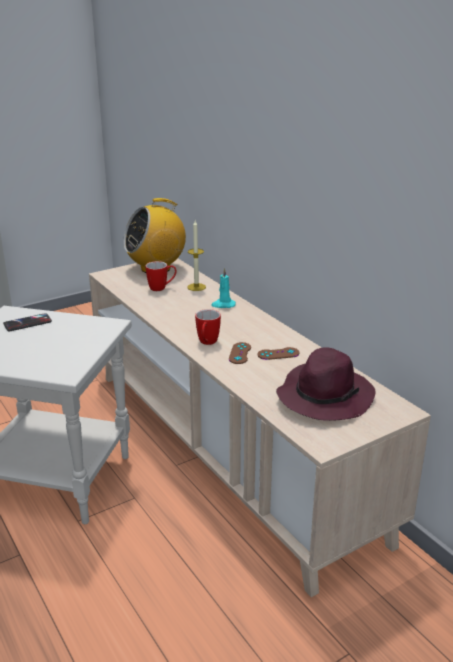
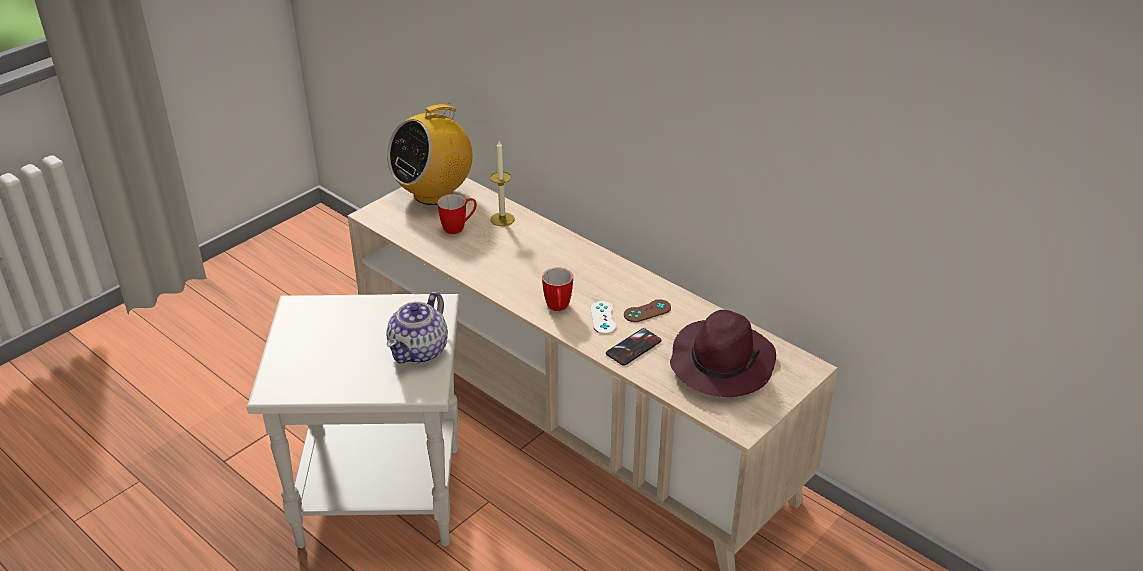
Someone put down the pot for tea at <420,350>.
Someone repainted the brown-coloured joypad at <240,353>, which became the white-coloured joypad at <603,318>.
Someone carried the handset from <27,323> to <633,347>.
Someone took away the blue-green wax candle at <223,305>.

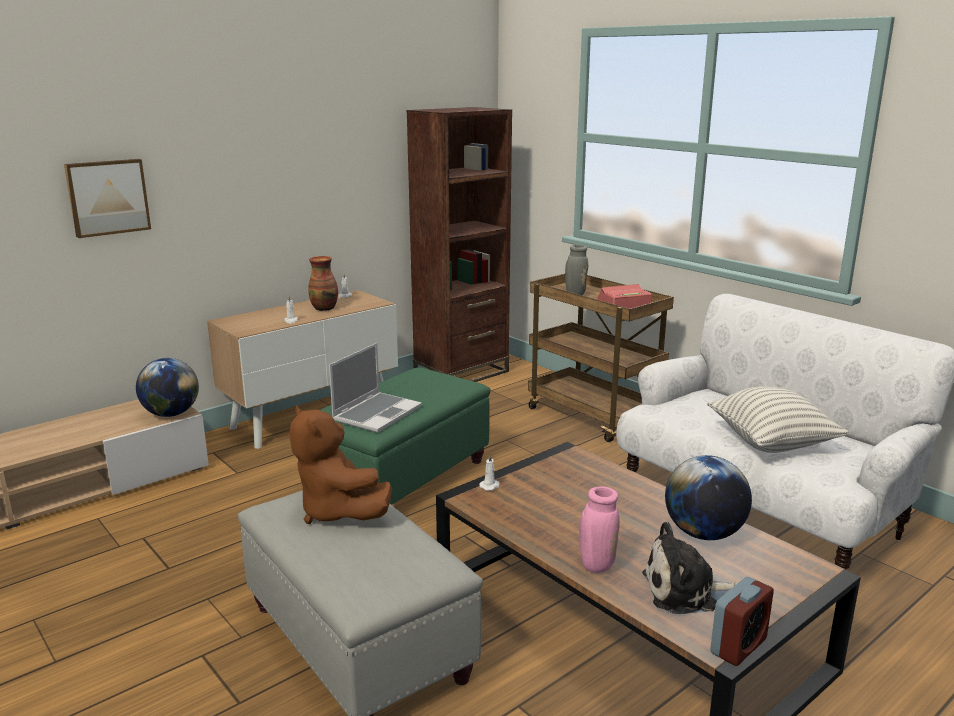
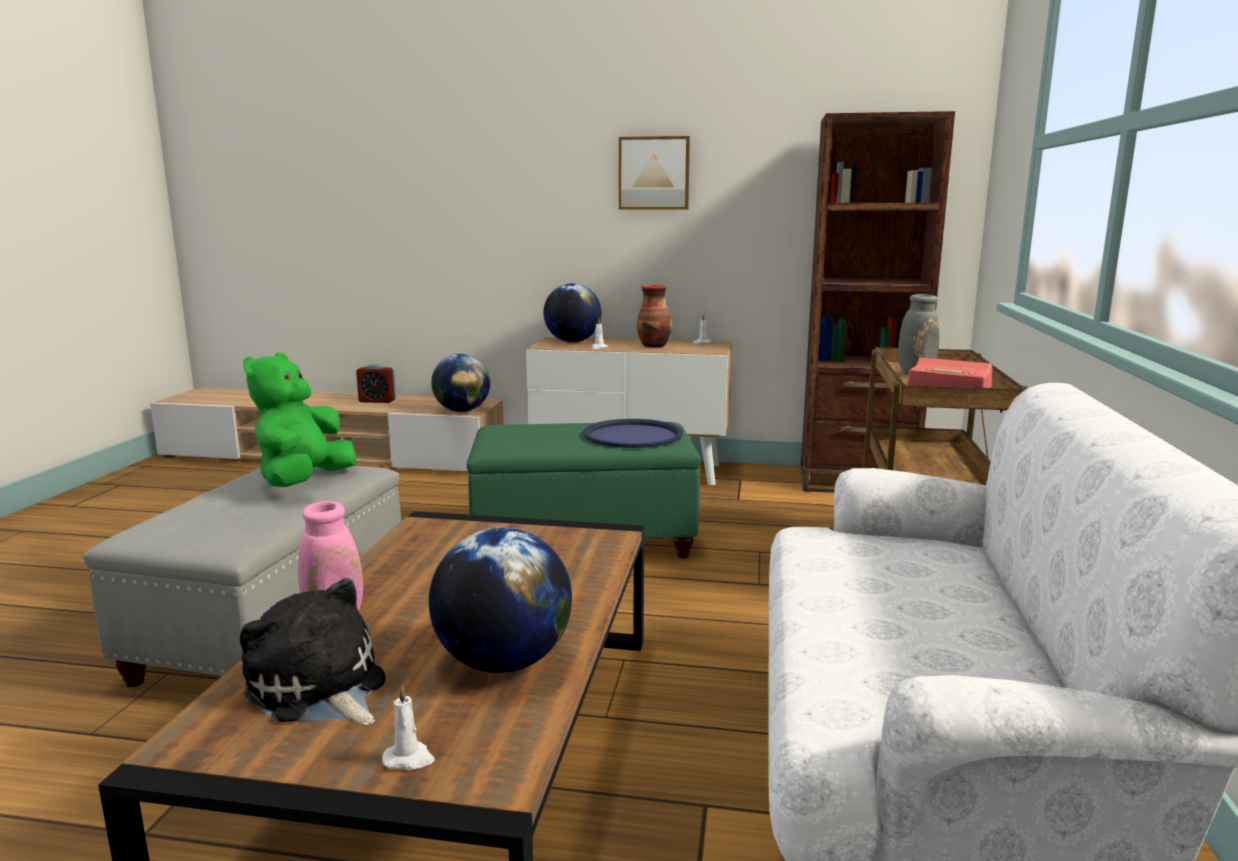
Someone repainted the brown-coloured soft toy at <338,512>, which became the green soft toy at <304,482>.
Someone carried the alarm clock from <738,646> to <377,401>.
Someone carried the white-coloured wax candle from <490,486> to <409,759>.
Someone put down the world globe at <573,342>.
Someone put down the bluish carrying tray at <633,435>.
Someone carried the wall picture from <107,197> to <654,173>.
Someone took away the notebook computer at <377,413>.
Someone took away the cushion at <771,443>.

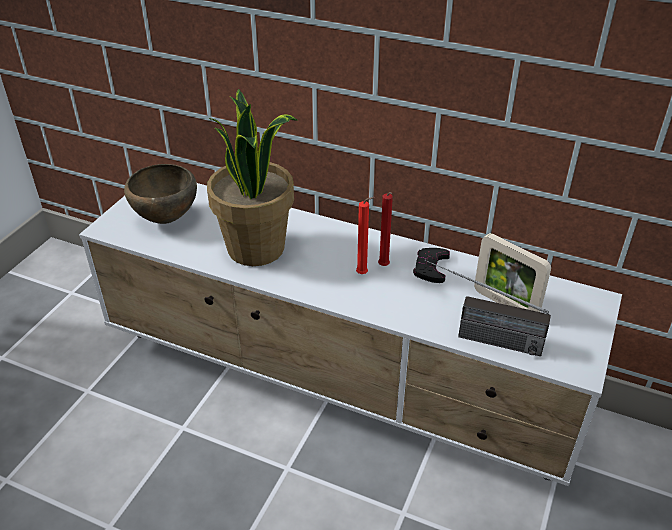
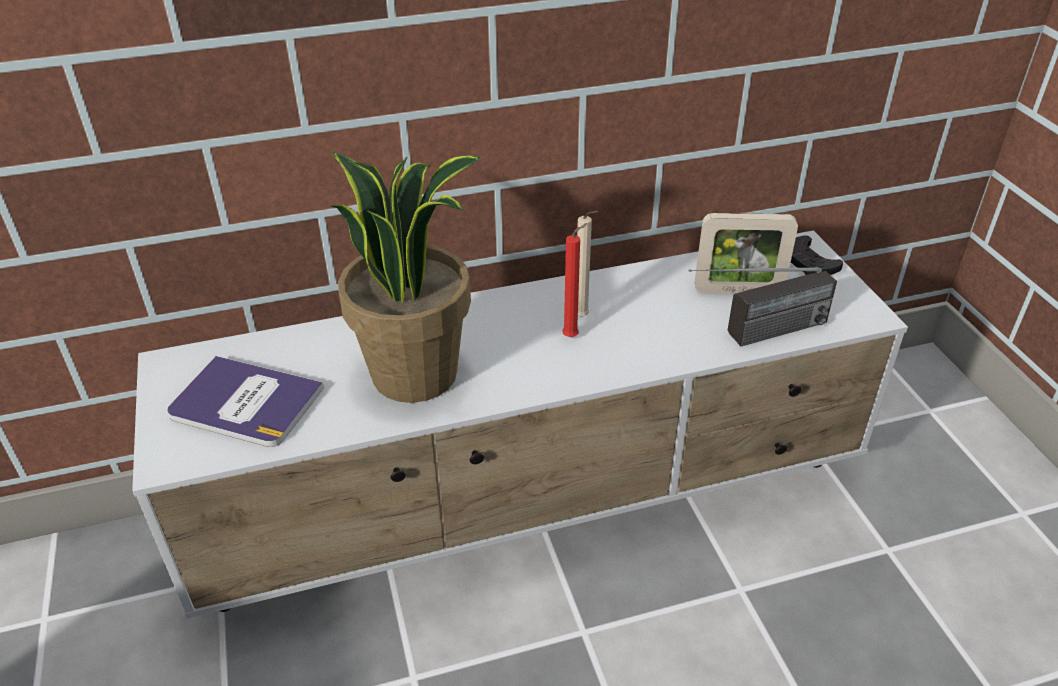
Someone swapped the brown-coloured deep dish at <166,219> for the book at <245,403>.
Someone repainted the red wax candle at <384,267>, which became the beige-coloured wax candle at <583,317>.
Someone carried the blackish joypad from <430,268> to <808,262>.

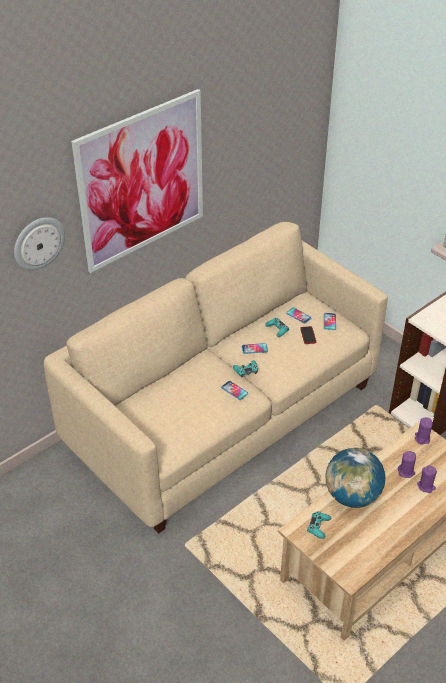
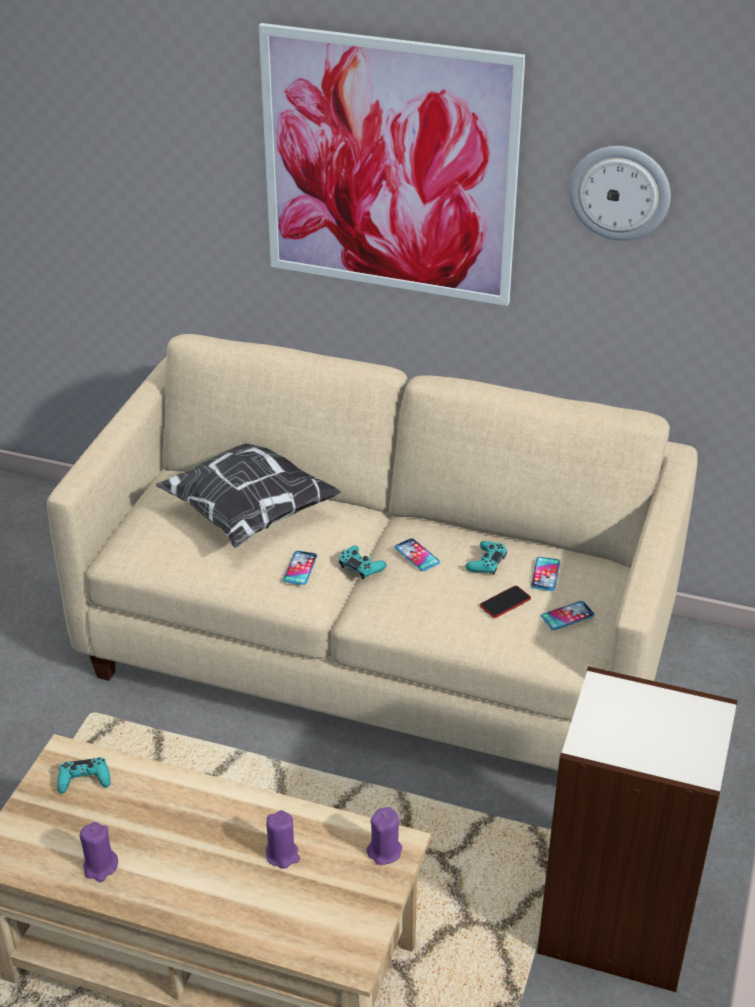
Someone carried the purplish wax candle from <426,486> to <100,867>.
Someone put down the cushion at <250,511>.
Someone carried the hanging clock from <38,243> to <619,192>.
Someone took away the world globe at <352,496>.

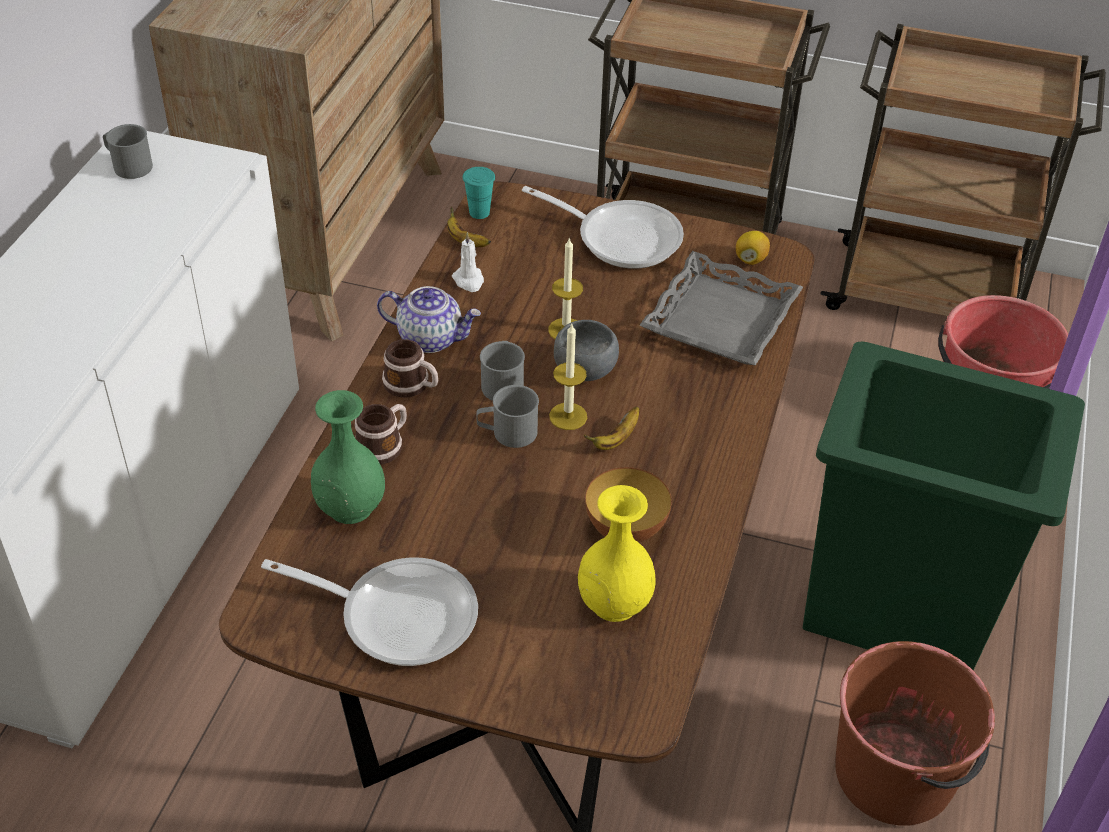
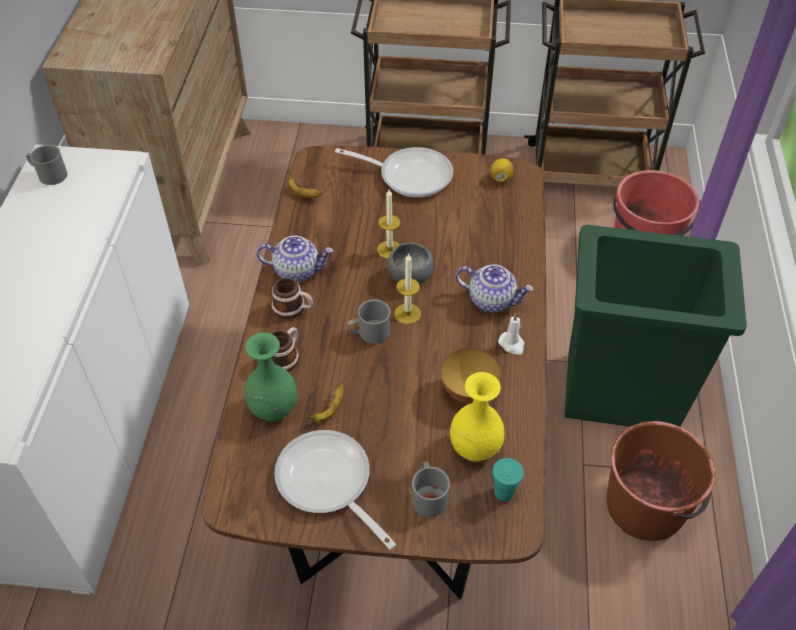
Someone rotated the frying pan at <398,615> by 135 degrees counterclockwise.
Someone carried the banana fruit from <616,439> to <329,411>.
Someone carried the greyish mug from <503,383> to <428,495>.
Someone put down the pot for tea at <492,300>.
Someone carried the blue-green cup from <479,212> to <504,493>.
Someone carried the white-coloured wax candle from <469,281> to <512,344>.
Someone took away the greyish carrying tray at <721,319>.

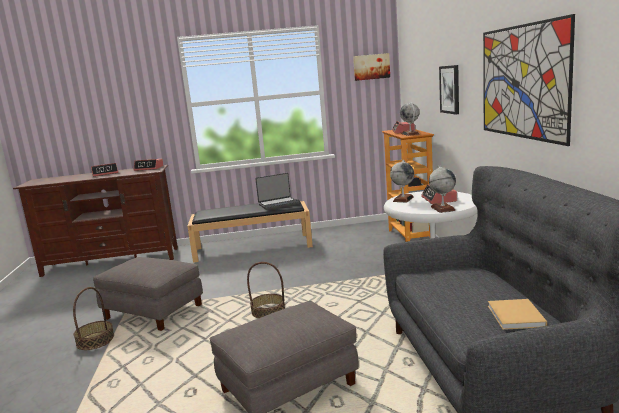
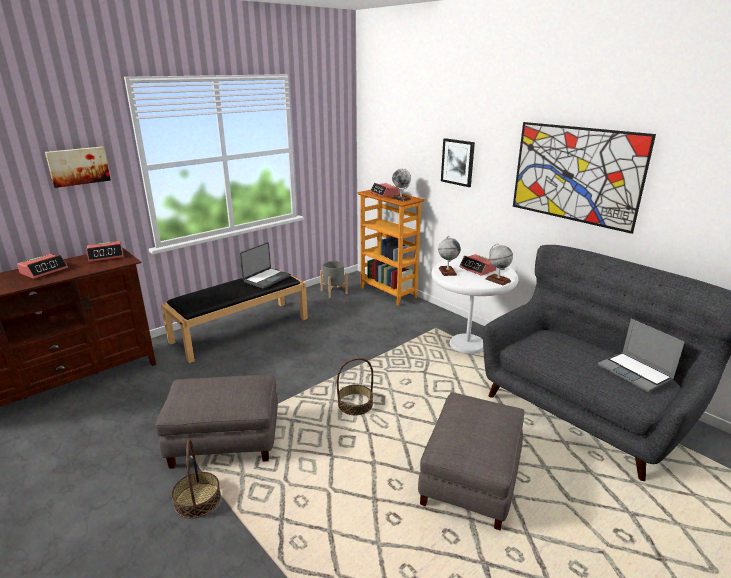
Someone carried the wall picture from <371,67> to <78,166>.
Someone put down the greyish planter at <334,292>.
Someone swapped the beige-coloured book at <516,317> for the notebook computer at <636,373>.

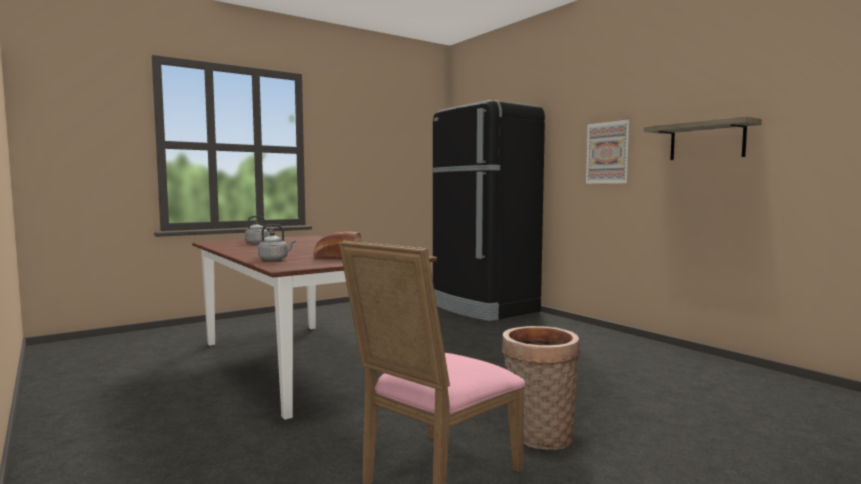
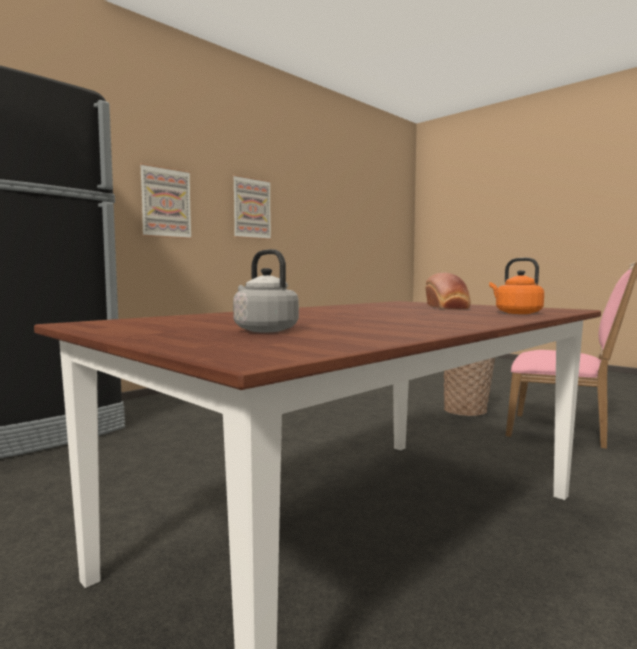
Someone swapped the bracket shelf at <706,141> for the wall picture at <251,208>.
Someone repainted the greyish water kettle at <275,259>, which became the orangey water kettle at <516,313>.

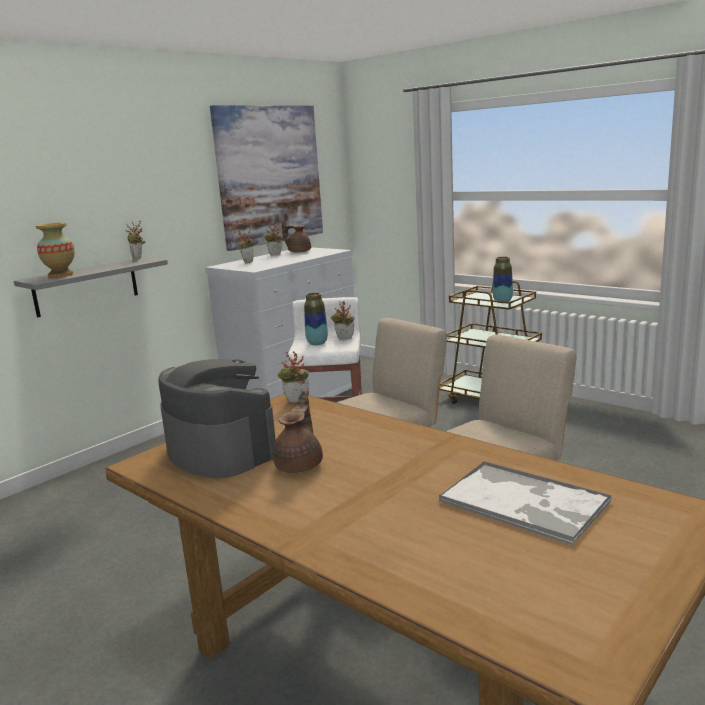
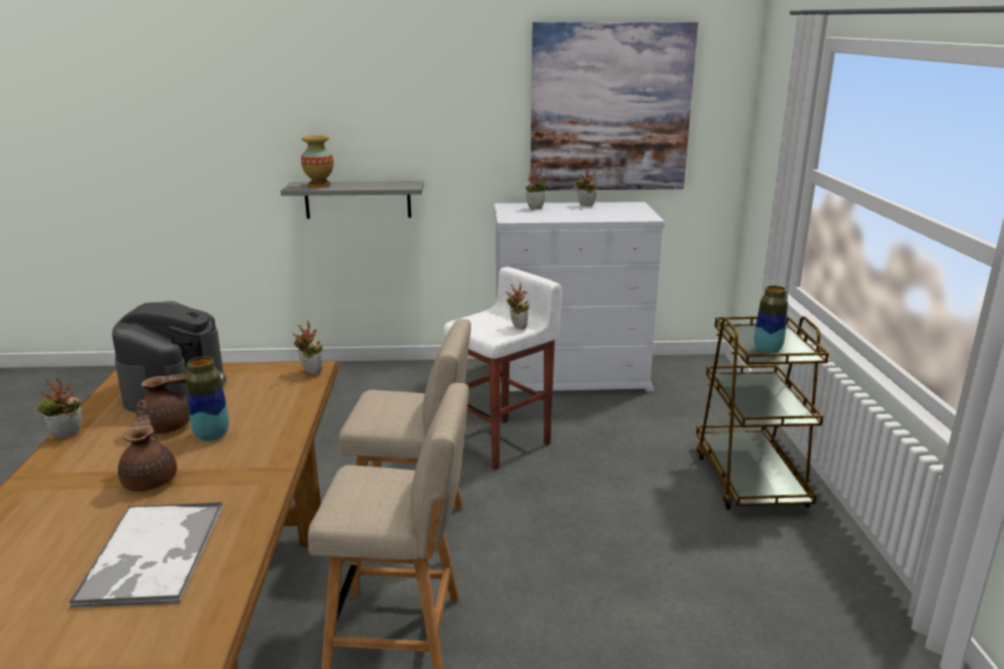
Someone carried the potted plant from <138,259> to <67,437>.
Someone carried the brown-coloured pot for tea from <298,251> to <151,479>.
Someone carried the decorative vase from <317,343> to <212,435>.

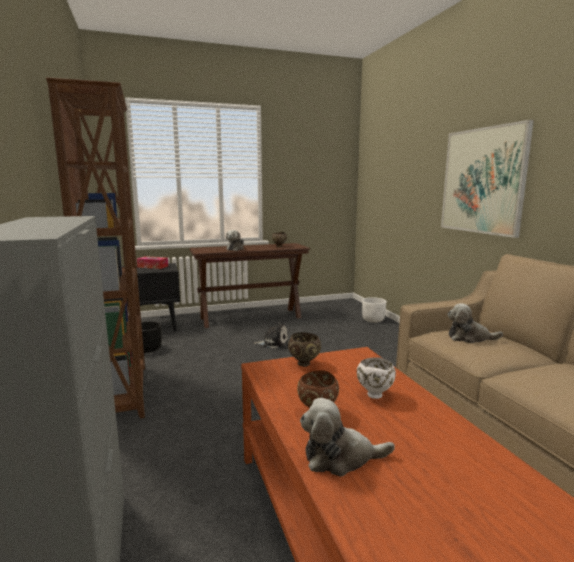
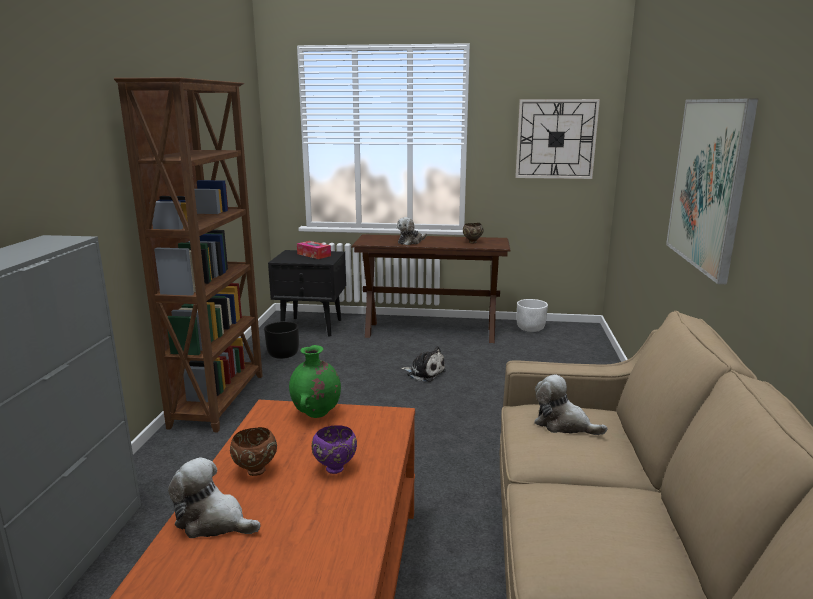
Someone swapped the brown-coloured deep dish at <305,364> for the green decorative vase at <316,414>.
Someone repainted the white-coloured deep dish at <374,394>, which became the purplish deep dish at <335,468>.
Someone put up the hanging clock at <556,139>.
Someone carried the white-coloured planter from <373,320> to <530,328>.

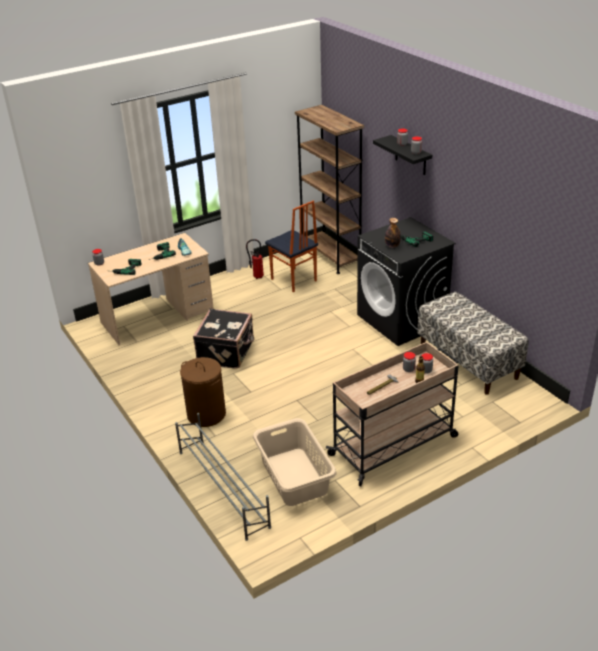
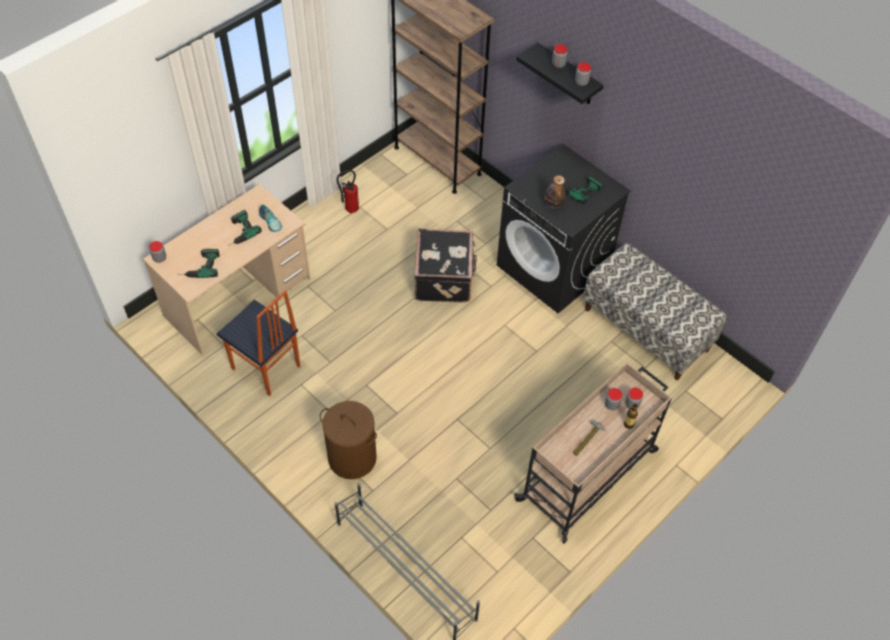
Someone carried the chair from <293,280> to <266,368>.
Someone carried the blackish piece of luggage from <227,352> to <445,279>.
Someone took away the beige-coloured washing basket at <295,476>.

